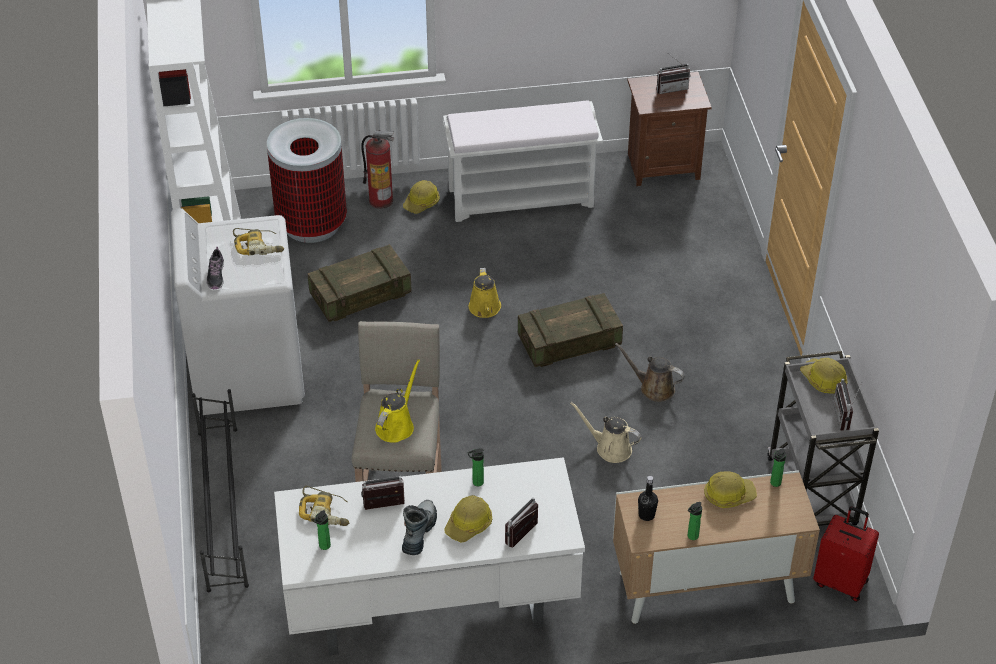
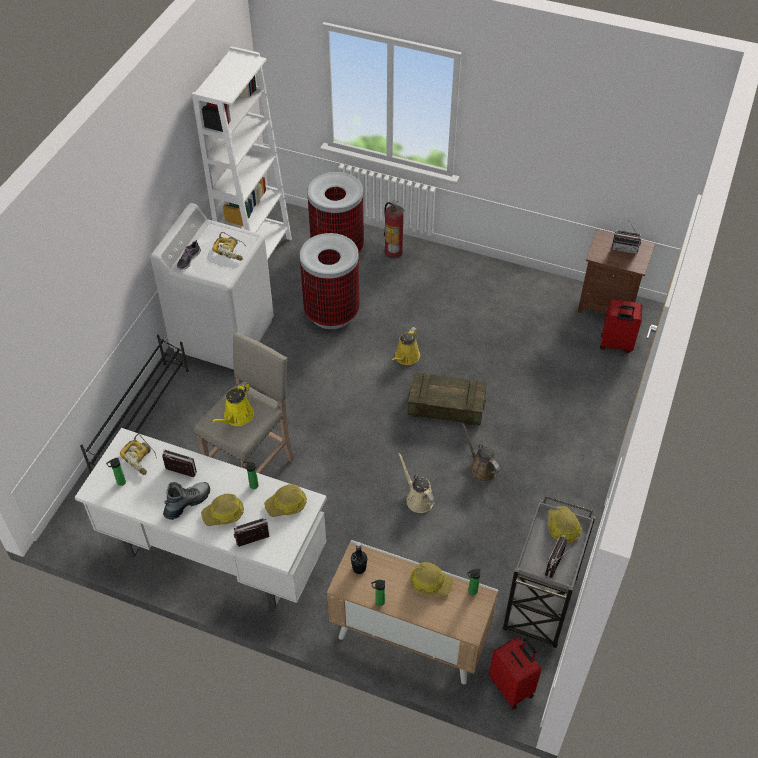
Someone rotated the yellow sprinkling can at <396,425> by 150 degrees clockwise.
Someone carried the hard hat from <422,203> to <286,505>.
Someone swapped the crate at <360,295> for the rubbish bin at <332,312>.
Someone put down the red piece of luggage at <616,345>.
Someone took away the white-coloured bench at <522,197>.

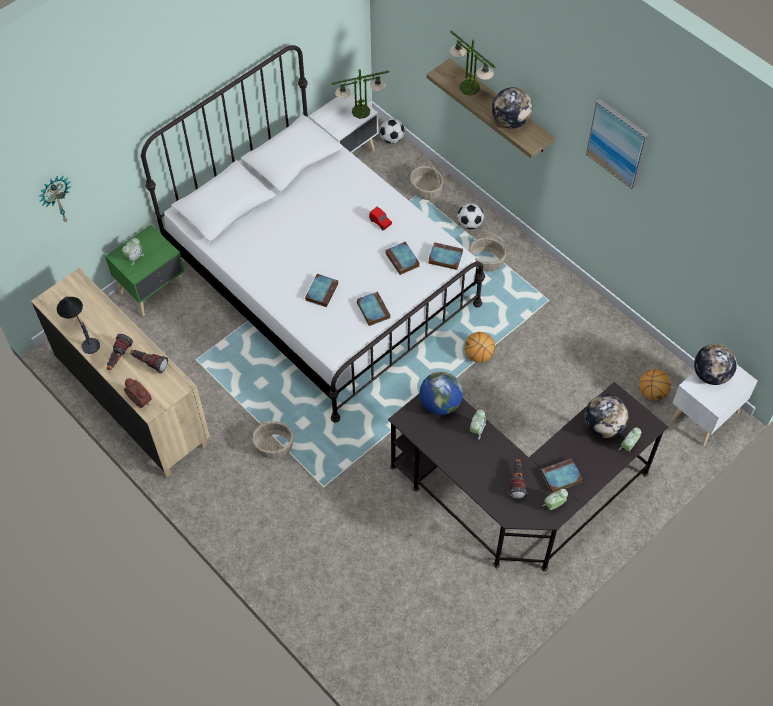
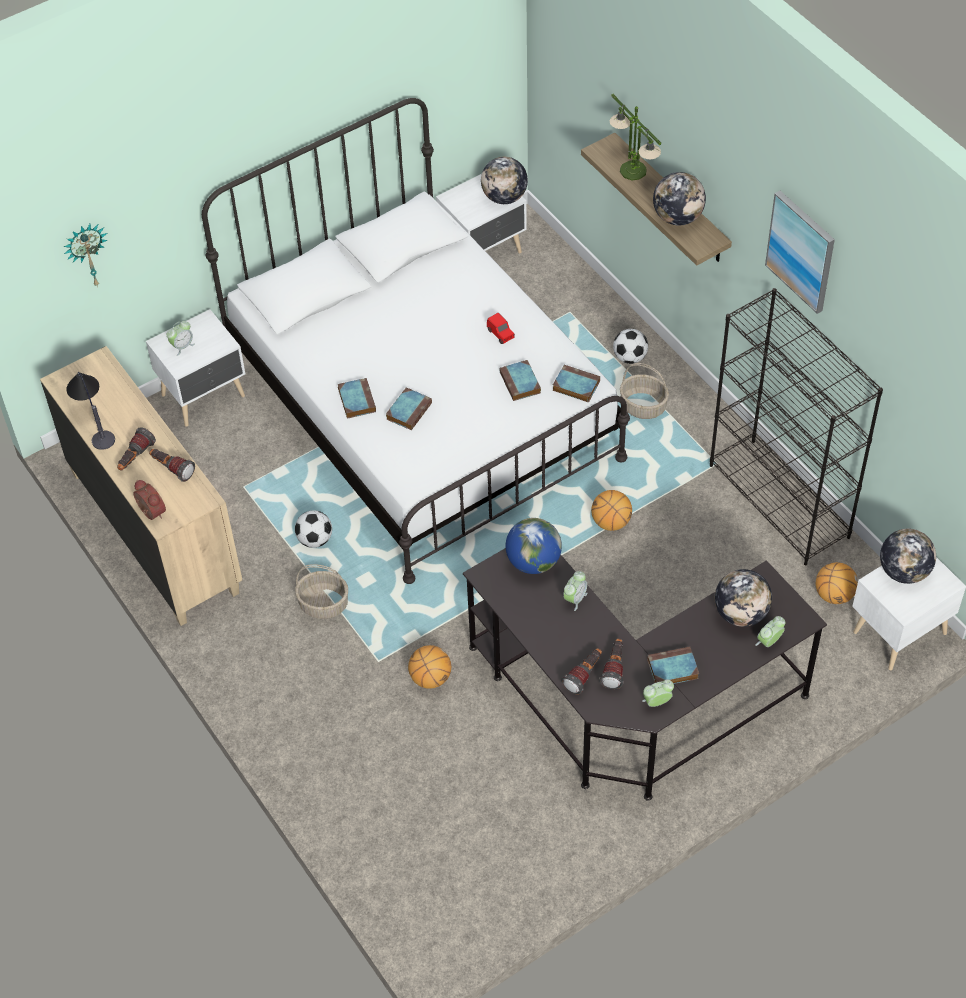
Someone repainted the green bedside table at <153,290>, which became the white-coloured bedside table at <205,396>.
Someone carried the football from <392,139> to <315,539>.
Someone carried the book from <372,310> to <356,400>.
Someone put down the basketball ball at <430,678>.
Someone swapped the tabletop lamp at <361,111> for the world globe at <504,197>.
Someone put down the hand torch at <584,675>.
Someone put down the blackish bookshelf at <780,501>.
Someone took away the storage basket at <426,190>.

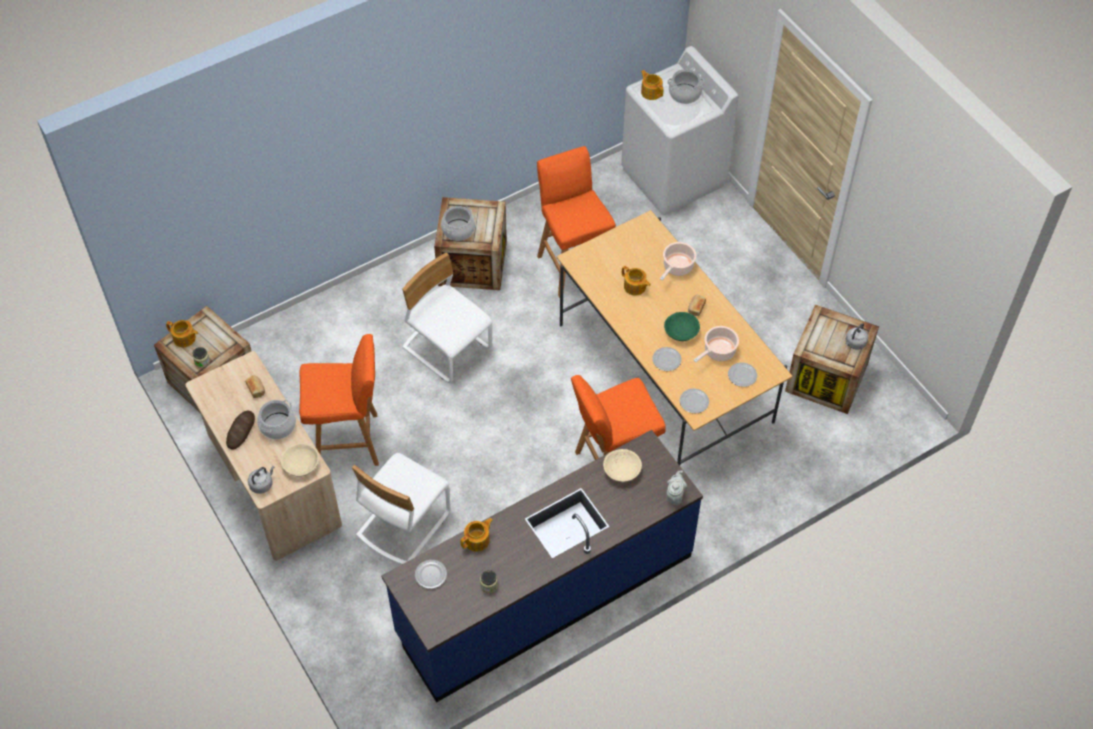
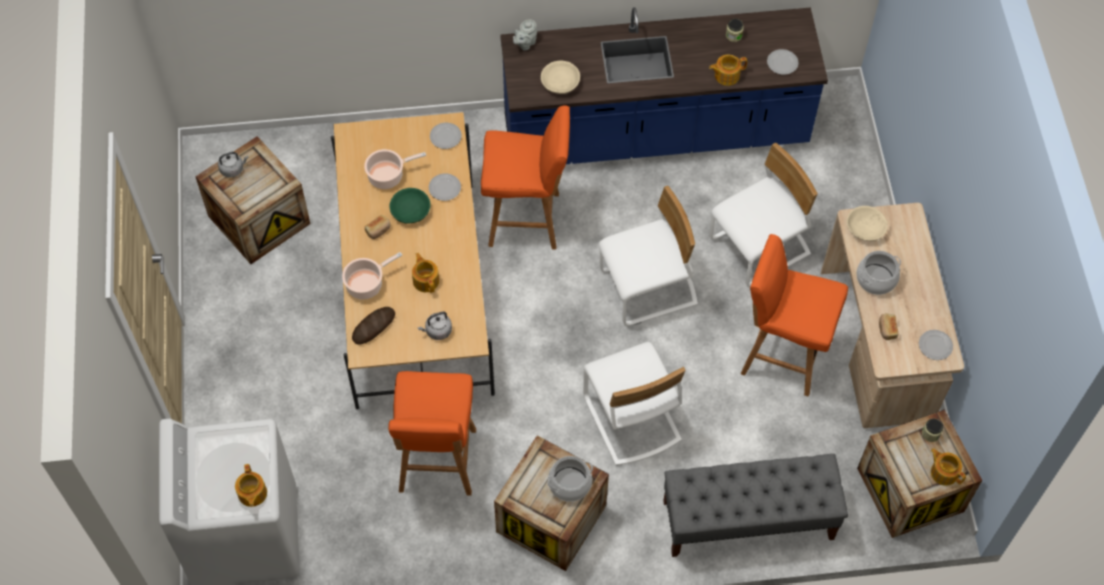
Someone carried the bread from <241,431> to <373,327>.
Someone carried the greyish water kettle from <262,484> to <437,331>.
Someone put down the white-coloured chair at <648,289>.
Someone put down the greyish bench at <747,520>.
Someone carried the plate from <742,375> to <935,346>.
Someone took away the stockpot at <685,93>.

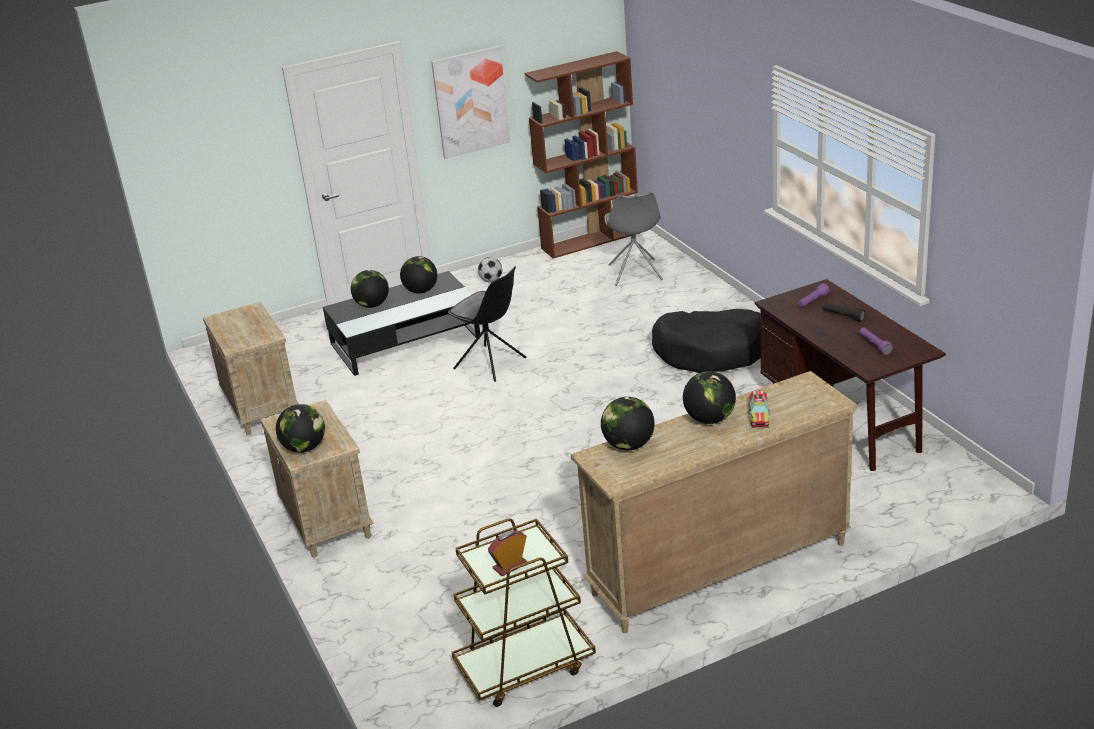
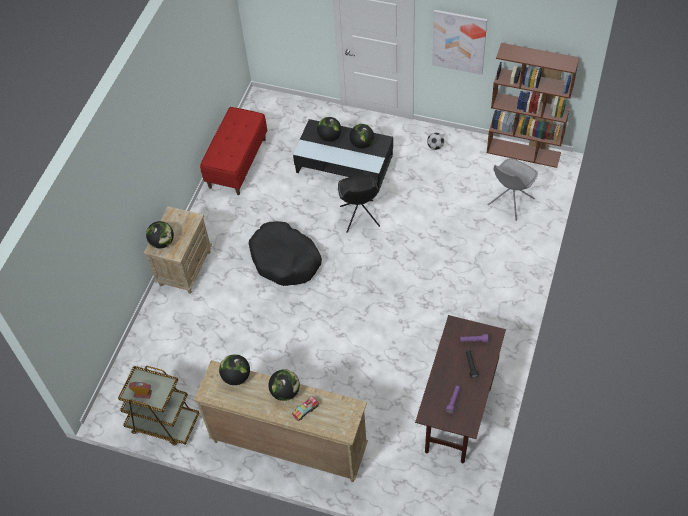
Someone swapped the beige-coloured bedside table at <261,408> for the red bench at <237,163>.
Someone carried the blackish dog bed from <712,352> to <285,260>.

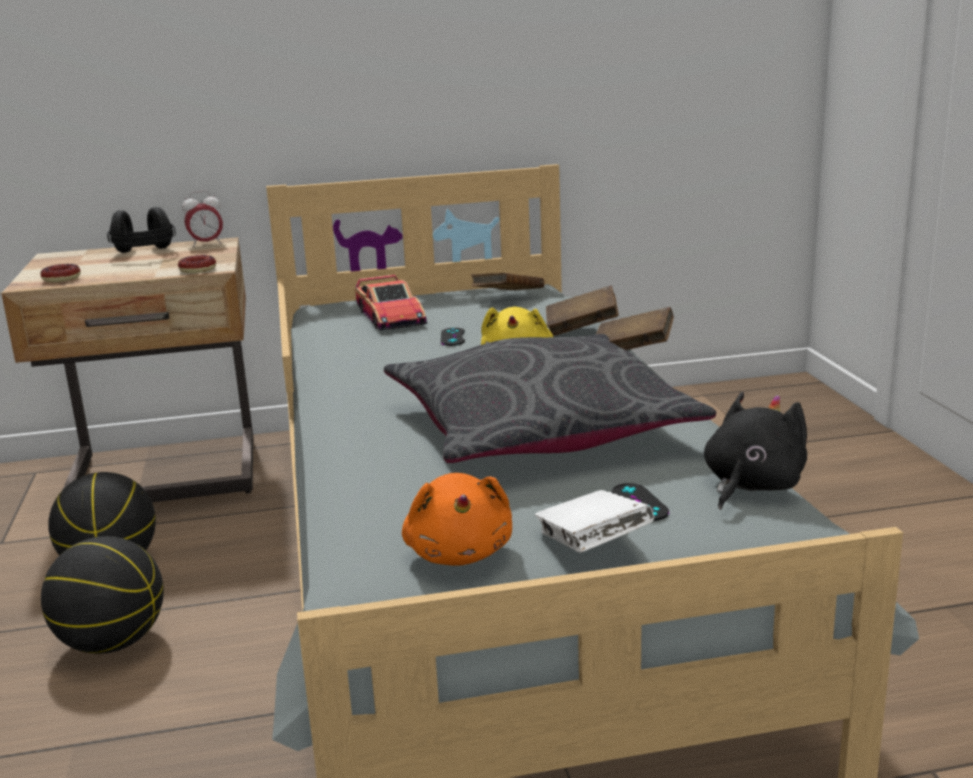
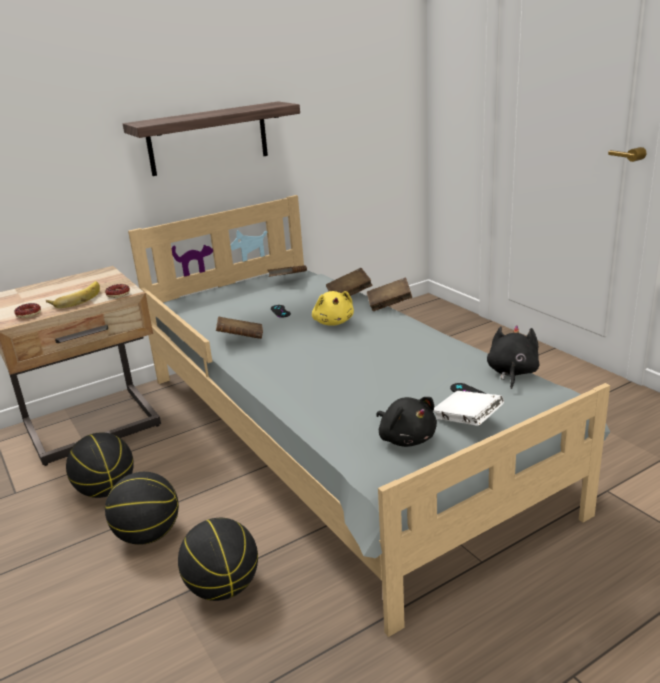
Someone put down the banana fruit at <76,298>.
Someone put up the bracket shelf at <208,138>.
Someone put down the basketball ball at <223,587>.
Someone put down the brown-coloured book at <241,339>.
Someone repainted the orangey soft toy at <459,553>, which became the blackish soft toy at <406,438>.
Someone took away the blackish headphones at <144,253>.
Someone took away the alarm clock at <206,244>.
Someone took away the toy car at <391,317>.
Someone took away the greyish cushion at <538,427>.

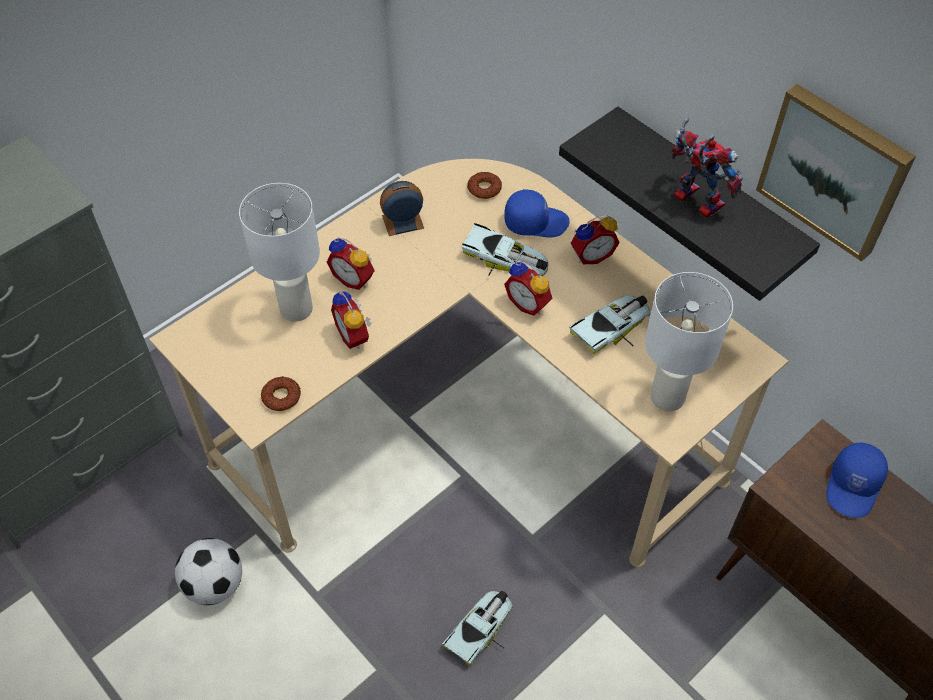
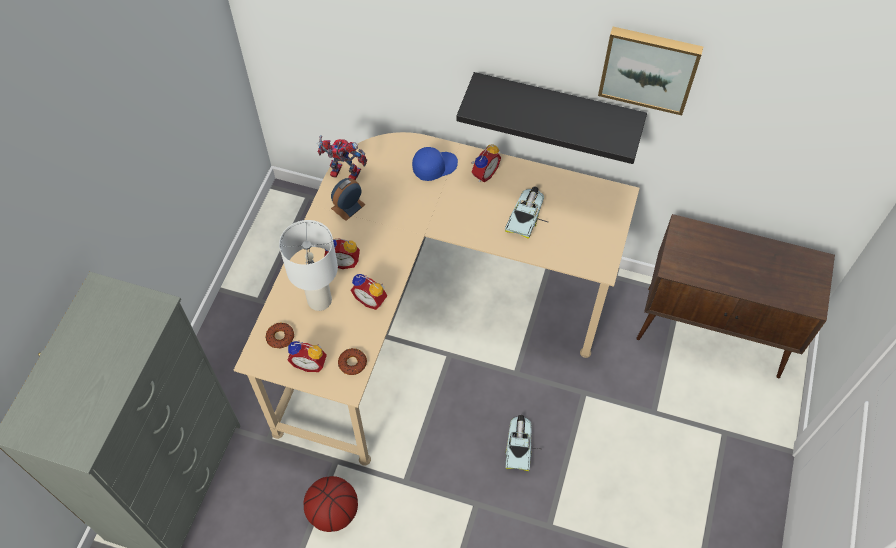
Someone carried the doughnut from <484,188> to <280,337>.
Someone carried the alarm clock from <529,303> to <310,363>.
Someone swapped the football at <215,584> for the basketball ball at <333,511>.
Someone carried the model robot from <692,200> to <341,174>.
Someone took away the toy car at <505,259>.
Someone took away the white-coloured tabletop lamp at <666,396>.
Someone took away the bluish cap at <854,486>.

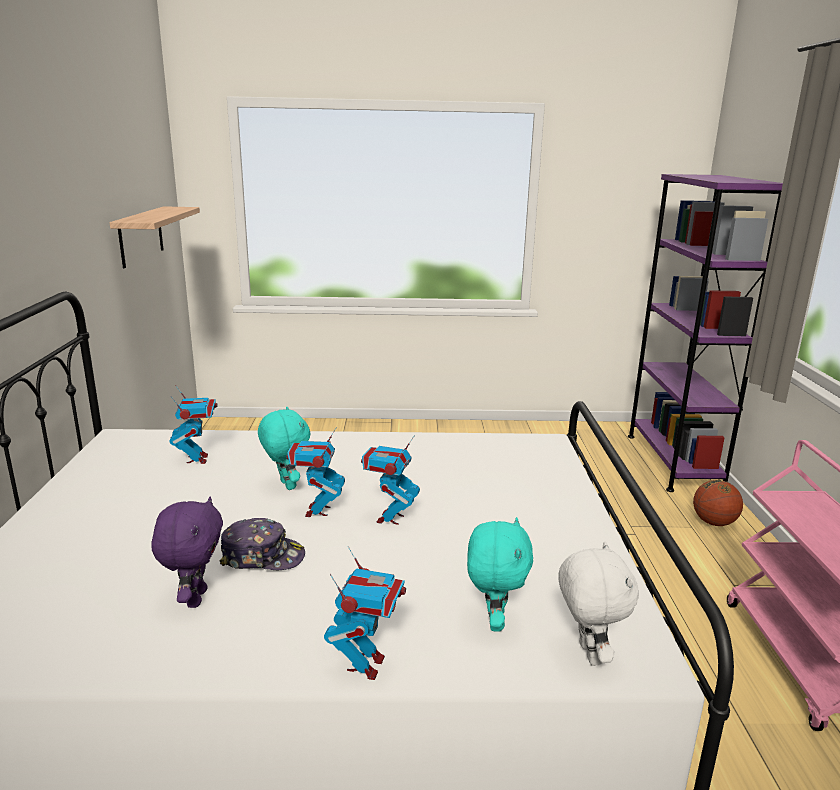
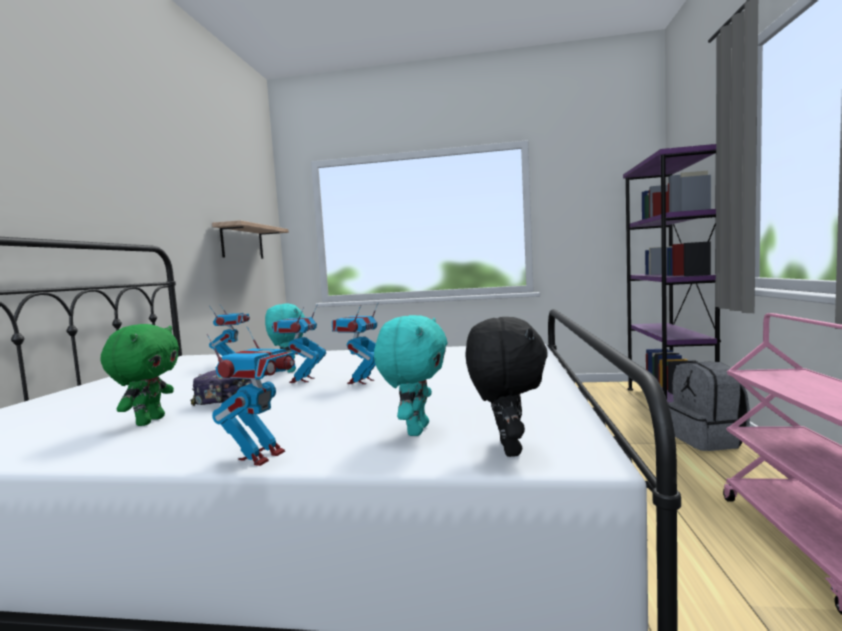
Someone repainted the purplish soft toy at <195,598>, which became the green soft toy at <149,421>.
Someone repainted the white-coloured soft toy at <587,654>, which became the blackish soft toy at <507,449>.
Someone swapped the basketball ball at <714,522> for the greyish knapsack at <708,440>.

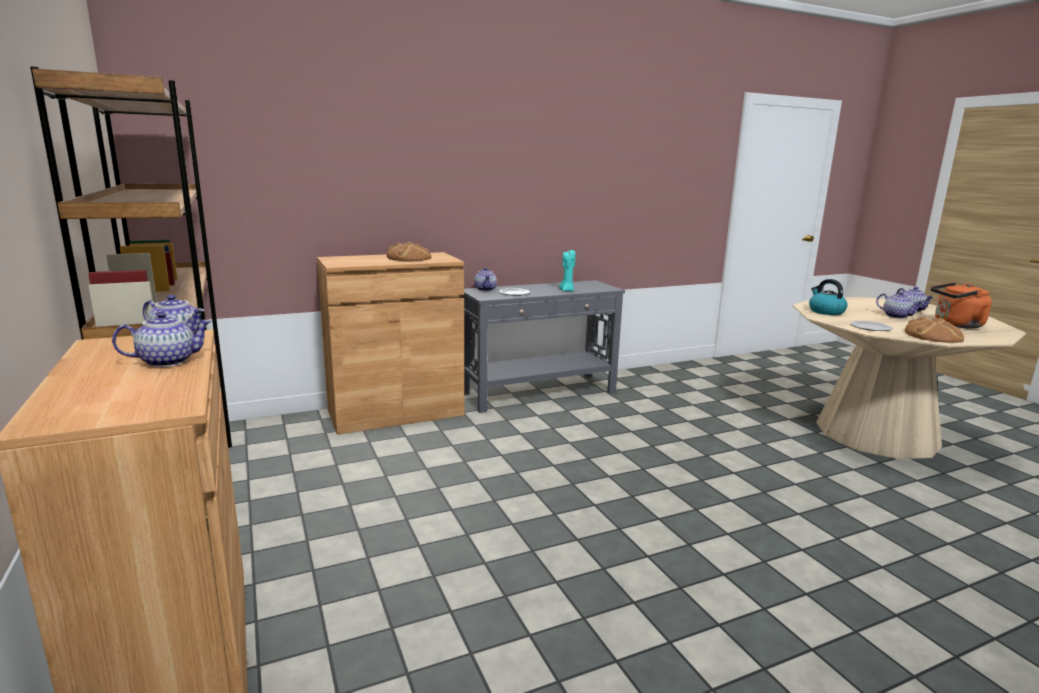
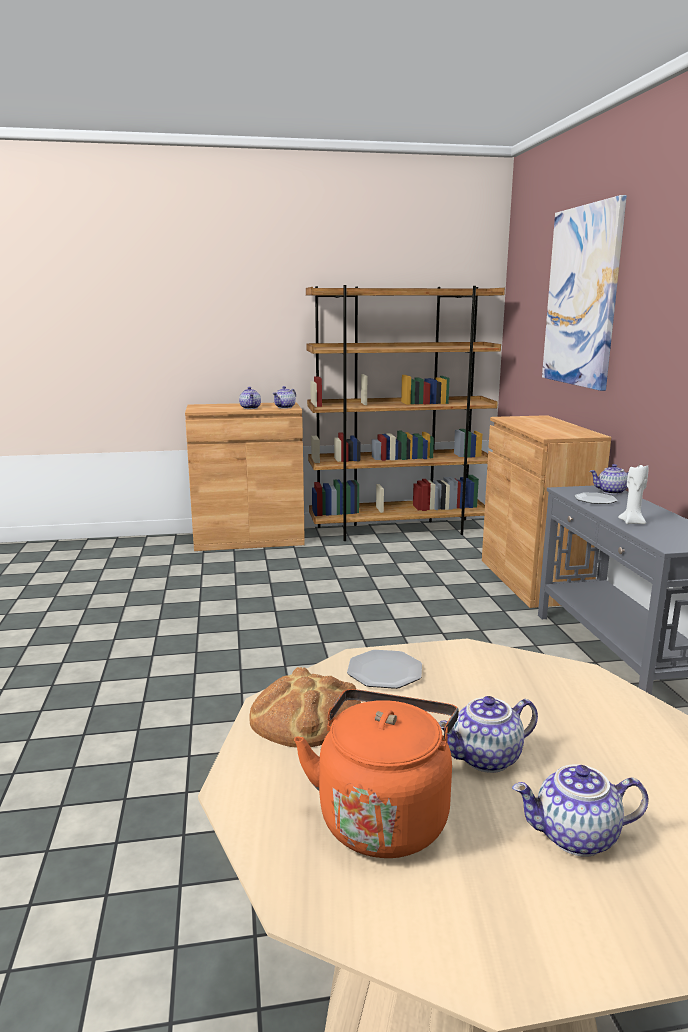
Someone put up the wall picture at <582,297>.
Someone repainted the blue-green wax candle at <566,290>, which became the white-coloured wax candle at <632,522>.
Someone took away the bread at <408,258>.
Someone took away the water kettle at <825,311>.

